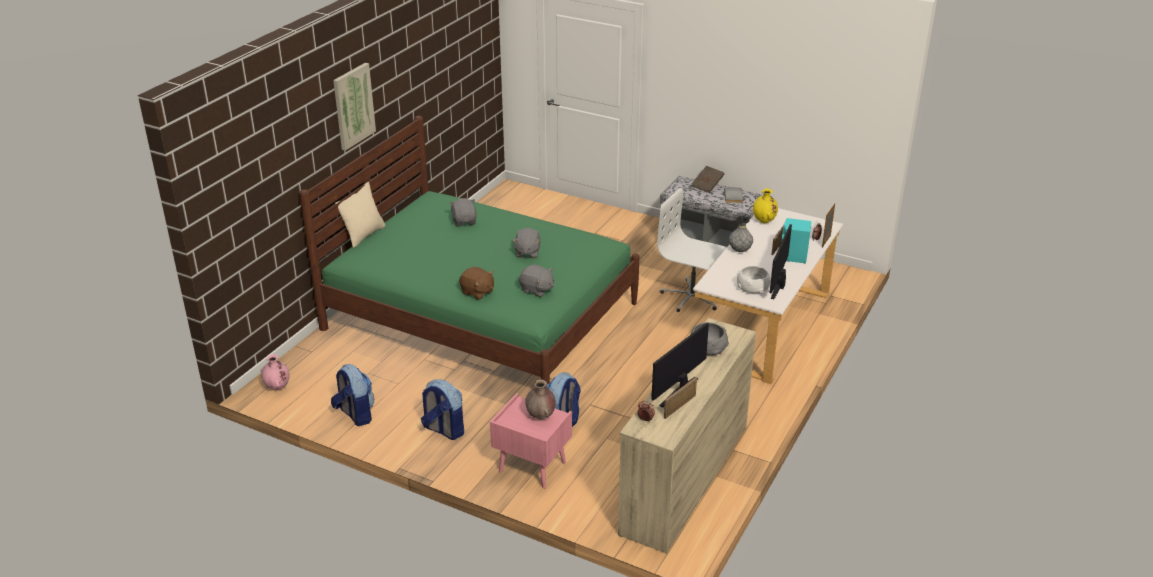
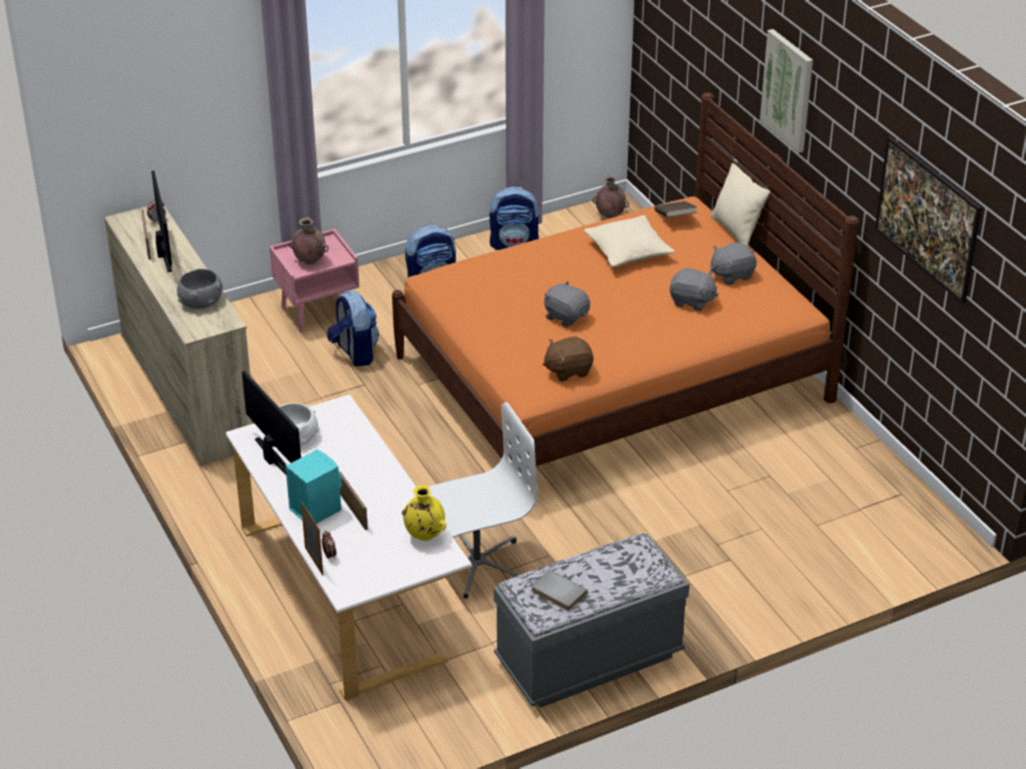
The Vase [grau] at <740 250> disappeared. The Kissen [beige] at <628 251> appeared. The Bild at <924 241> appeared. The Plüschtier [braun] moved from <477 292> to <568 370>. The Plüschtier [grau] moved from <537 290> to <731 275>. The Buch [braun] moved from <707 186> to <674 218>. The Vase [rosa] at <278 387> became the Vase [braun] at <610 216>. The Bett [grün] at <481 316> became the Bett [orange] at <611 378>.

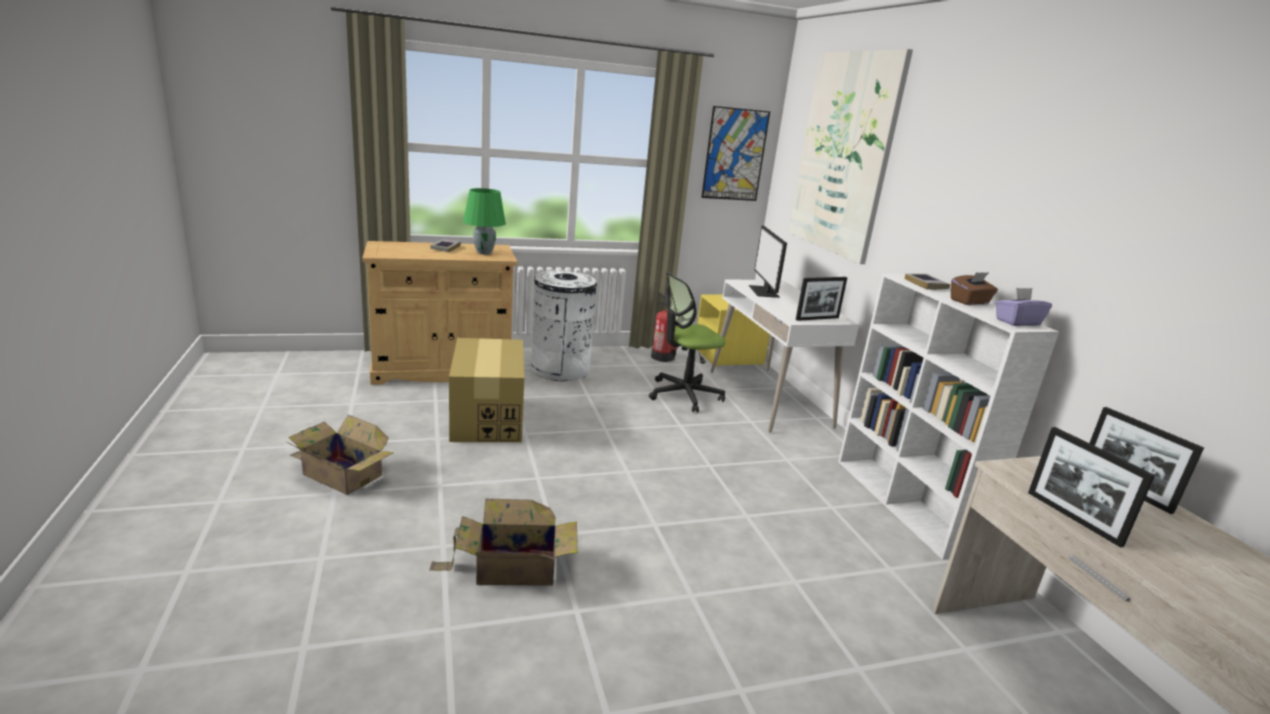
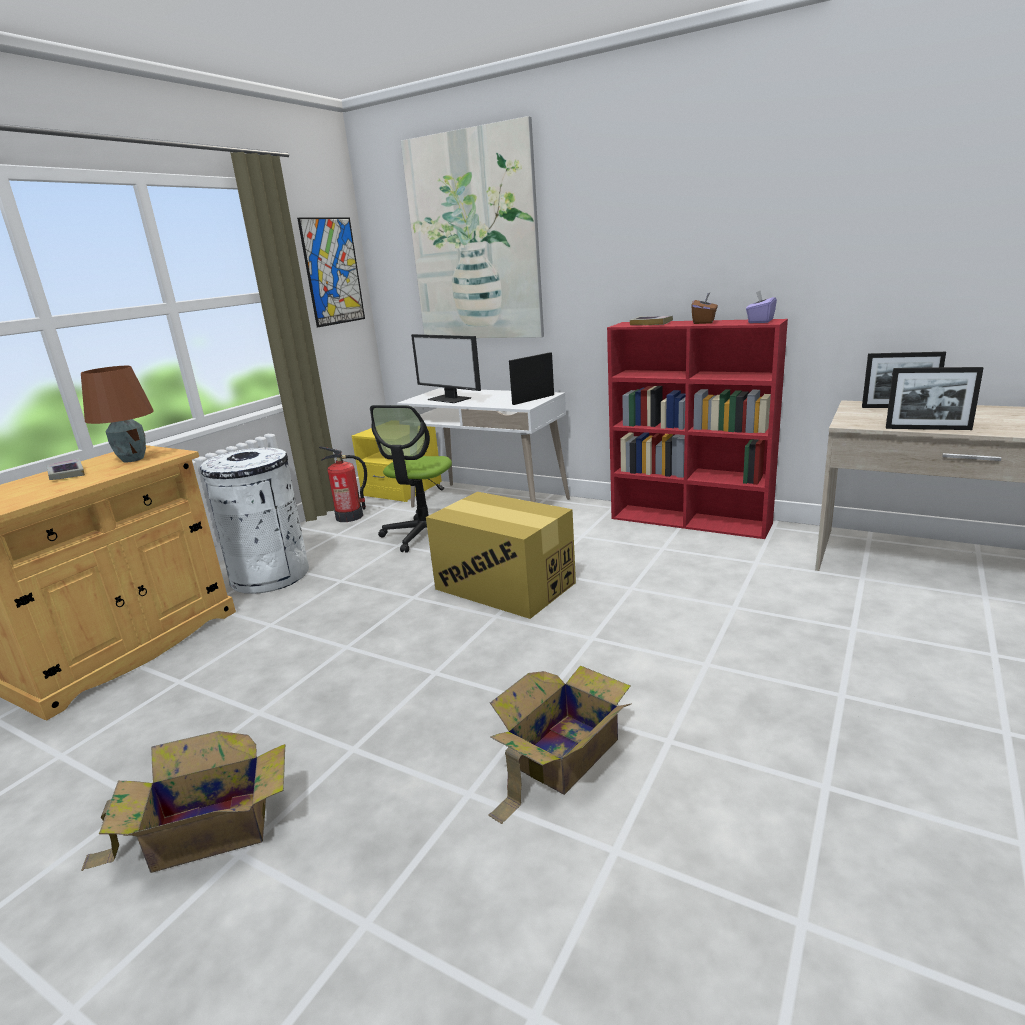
The Karton moved from <487 417> to <504 586>. The Tischlampe [grün] at <484 252> became the Tischlampe [braun] at <133 459>. The Bücherregal [weiß] at <904 504> became the Bücherregal [rot] at <691 521>. The Bilderrahmen at <817 318> turned 150 degrees counterclockwise.

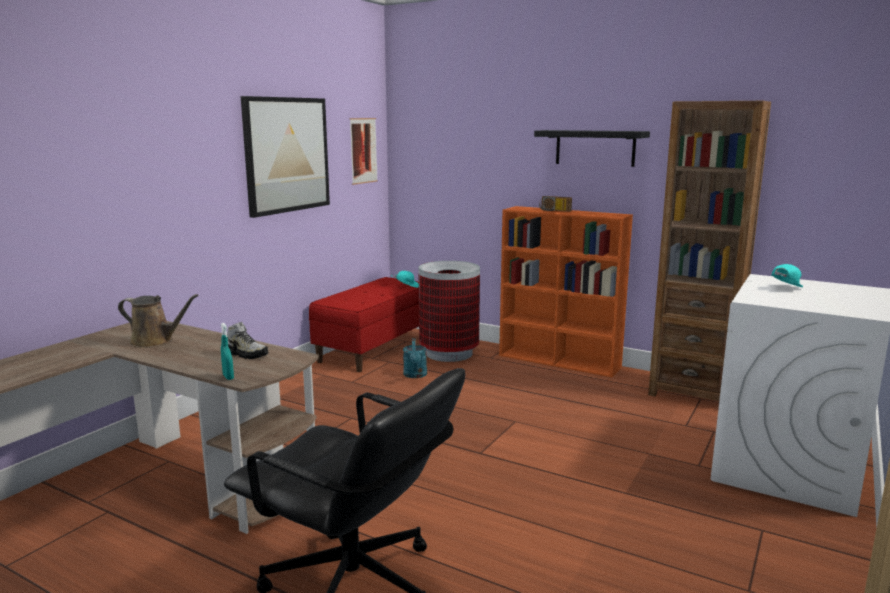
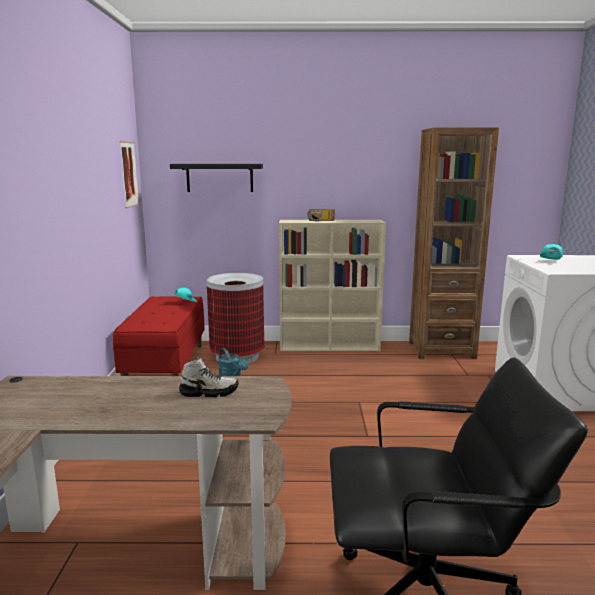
The Gießkanne [braun] at <155 341> disappeared. The Sprühflasche [türkis] at <228 377> disappeared. The Bild at <286 155> disappeared. The Wandregal [schwarz] moved from <595 148> to <219 177>. The Bücherregal [orange] at <560 361> became the Bücherregal [beige] at <330 346>.

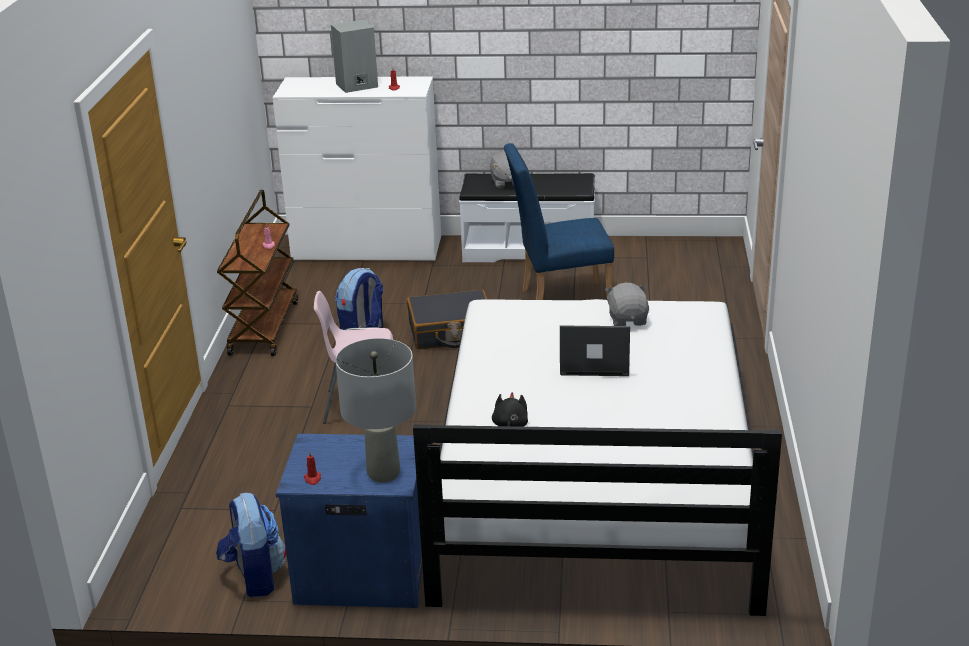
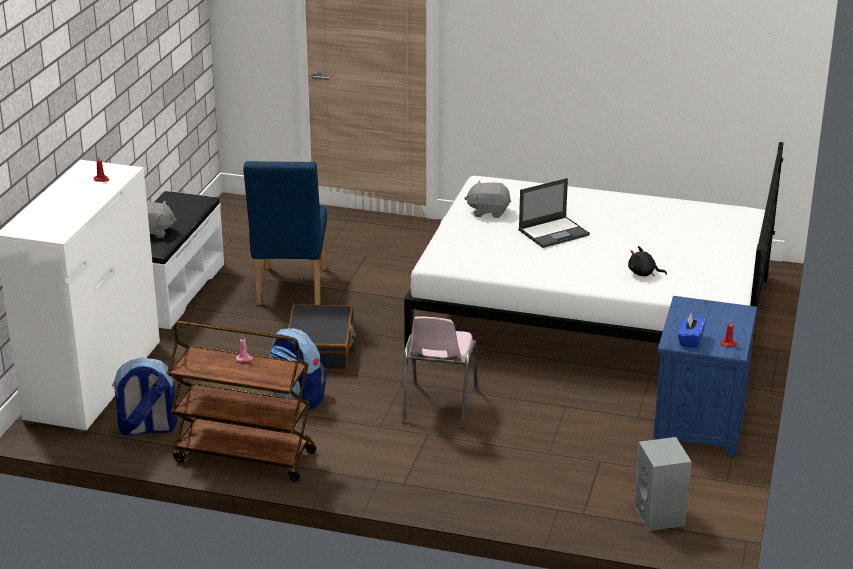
The Tischlampe [grau] at <384 473> disappeared. The Taschentuchbox [blau] at <690 340> appeared. The Rucksack moved from <254 577> to <147 429>. The Lautsprecher [grau] moved from <356 86> to <661 516>. The Laptop at <593 362> turned 135 degrees counterclockwise.

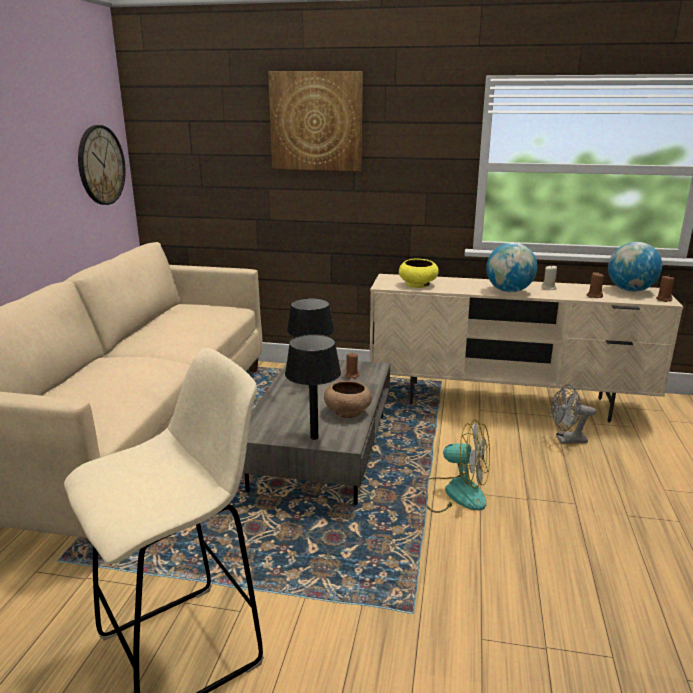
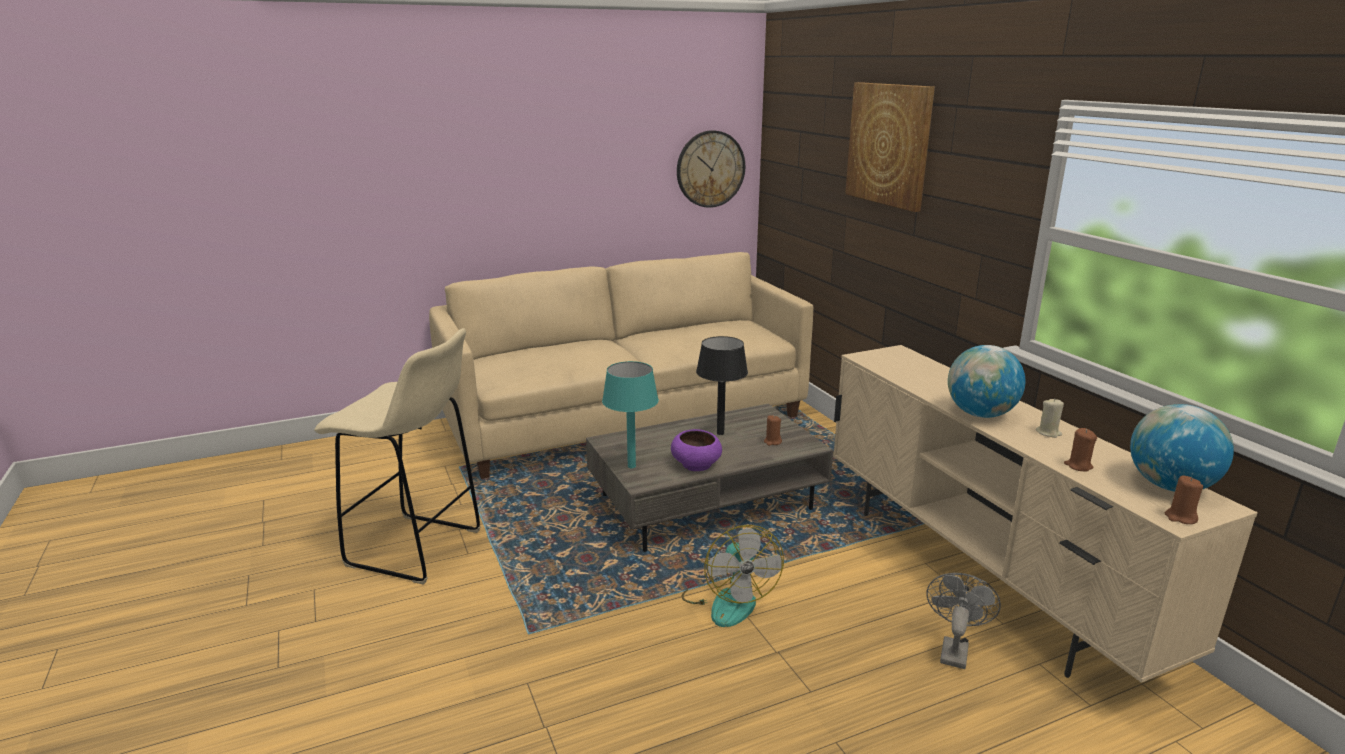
The Schüssel [gelb] at <418 285> disappeared. The Tischlampe [schwarz] at <314 437> became the Tischlampe [türkis] at <632 466>. The Schüssel [braun] at <347 412> became the Schüssel [lila] at <696 464>. The Ventilator [grau] at <566 440> turned 60 degrees clockwise.

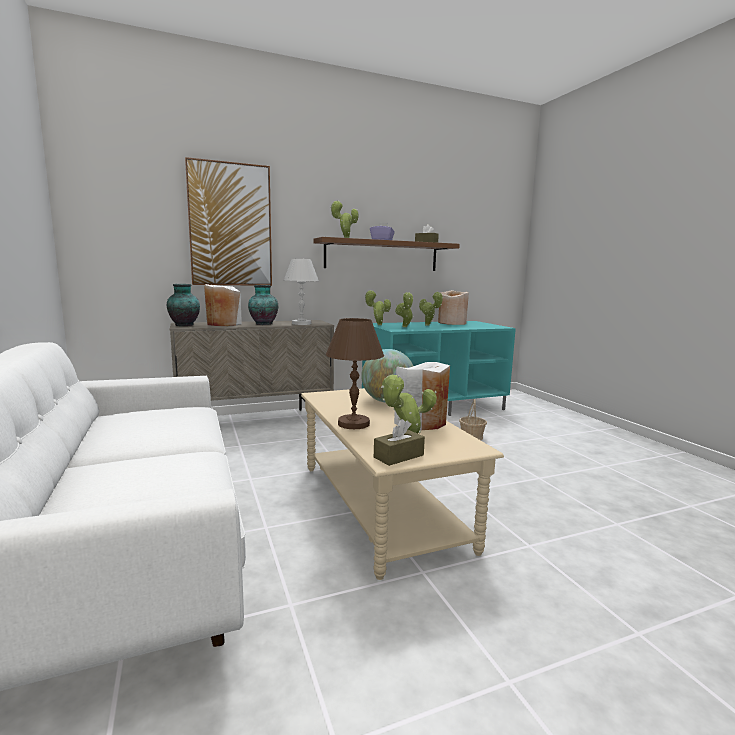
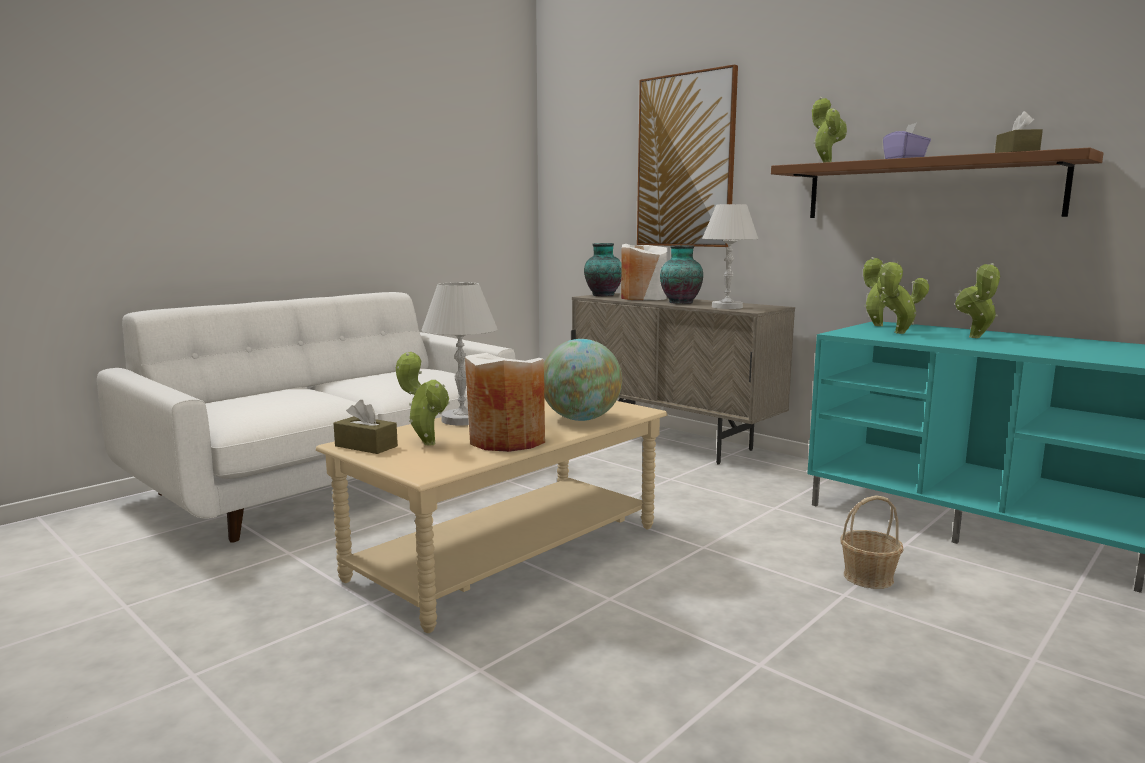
The Vase [beige] at <452 323> disappeared. The Tischlampe [braun] at <353 424> became the Tischlampe [weiß] at <461 420>.

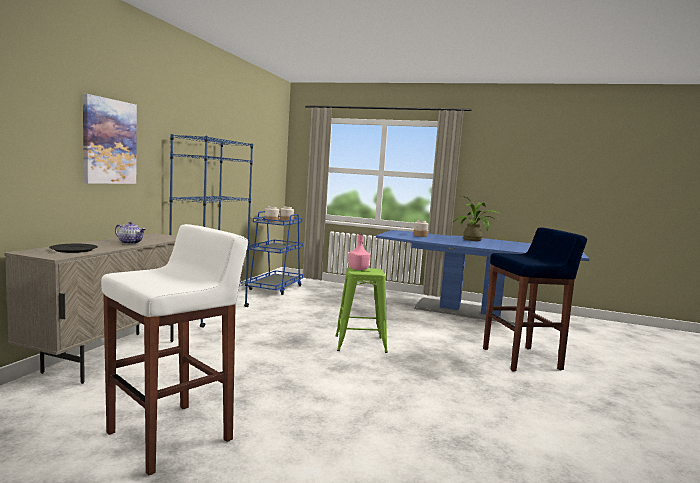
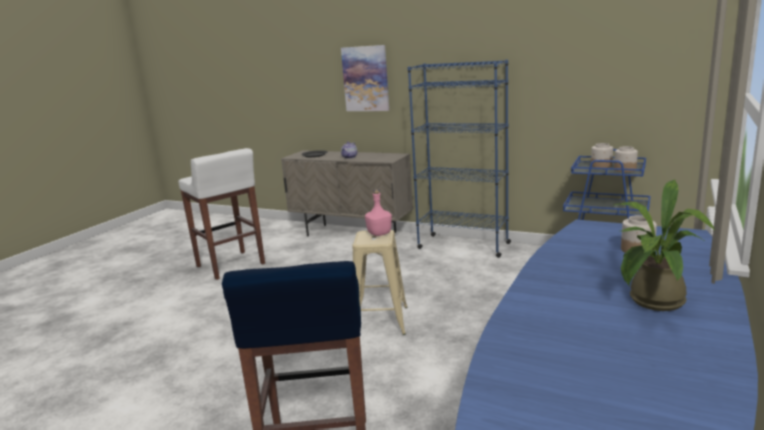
The Hocker [grün] at <359 344> became the Hocker [beige] at <380 320>.

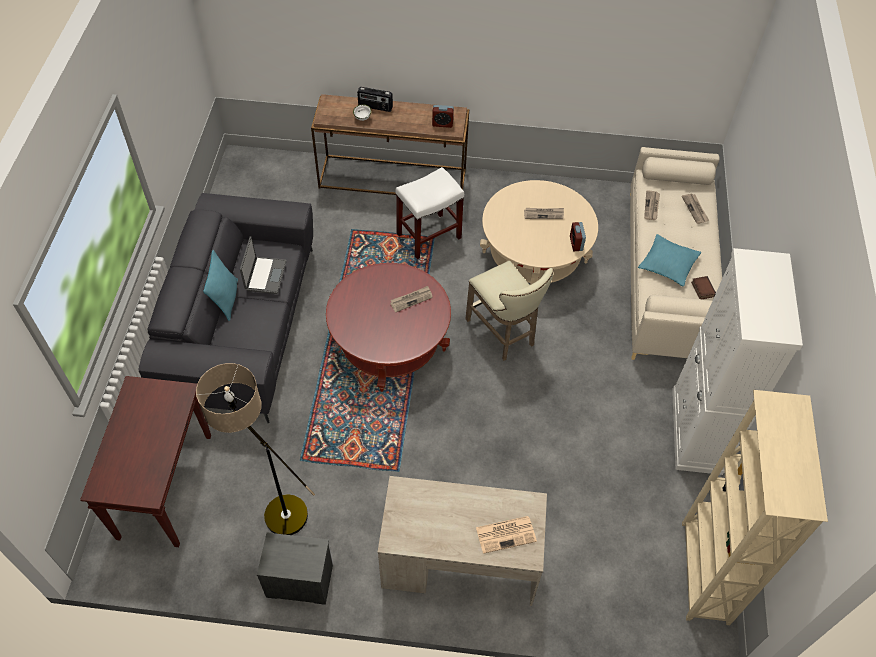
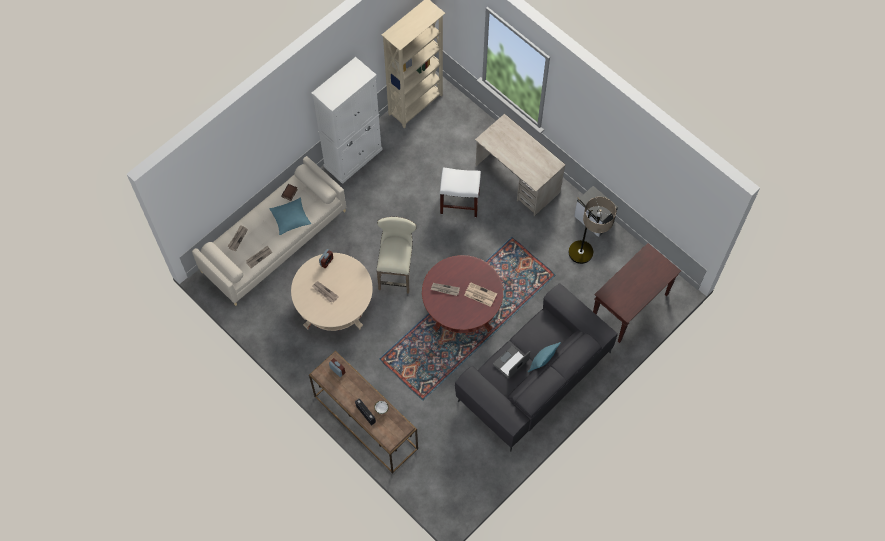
The Hocker [weiß] moved from <428 236> to <460 203>. The Zeitung moved from <506 534> to <480 294>.

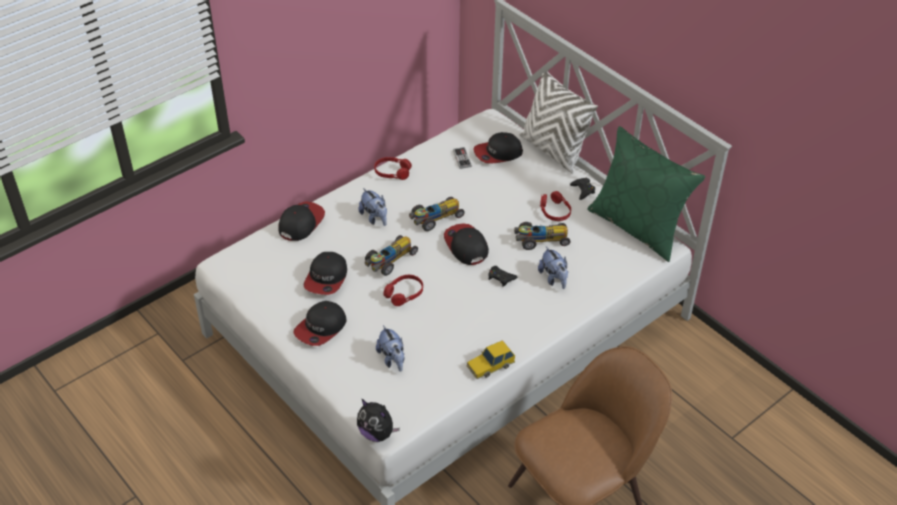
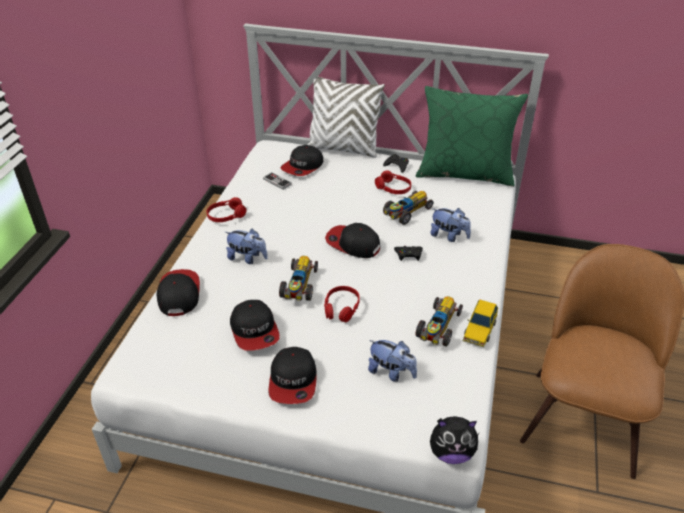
The Spielzeugauto moved from <435 218> to <438 328>.

